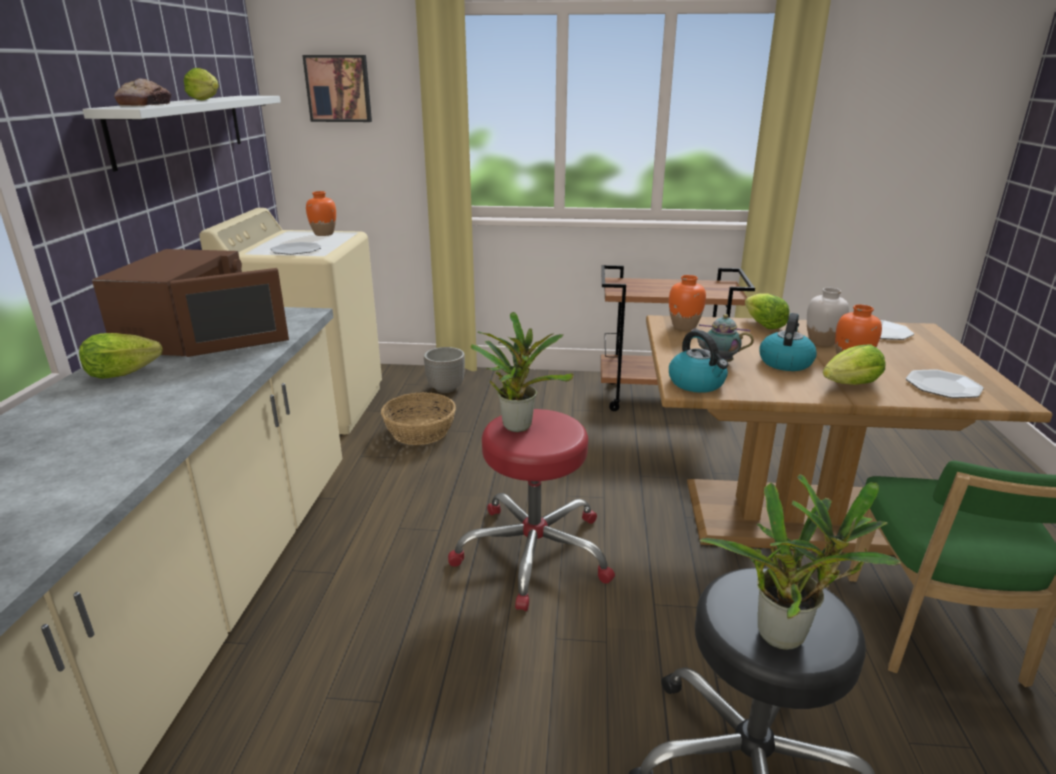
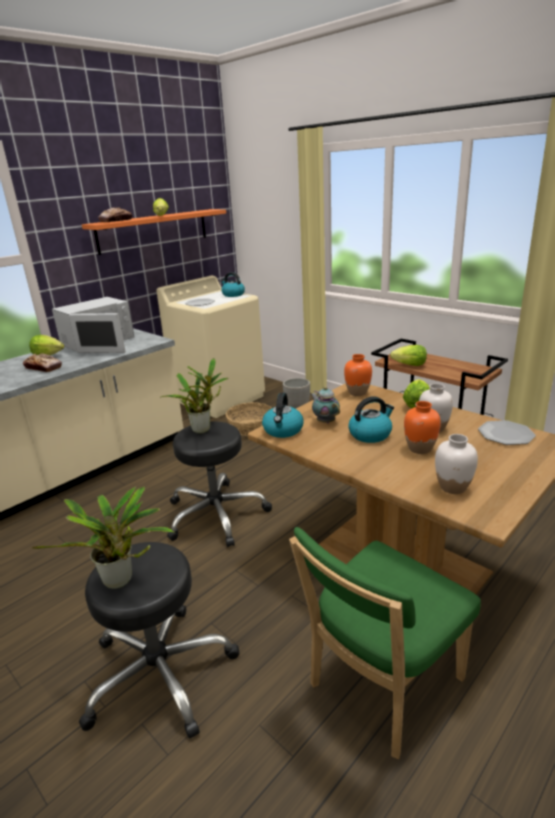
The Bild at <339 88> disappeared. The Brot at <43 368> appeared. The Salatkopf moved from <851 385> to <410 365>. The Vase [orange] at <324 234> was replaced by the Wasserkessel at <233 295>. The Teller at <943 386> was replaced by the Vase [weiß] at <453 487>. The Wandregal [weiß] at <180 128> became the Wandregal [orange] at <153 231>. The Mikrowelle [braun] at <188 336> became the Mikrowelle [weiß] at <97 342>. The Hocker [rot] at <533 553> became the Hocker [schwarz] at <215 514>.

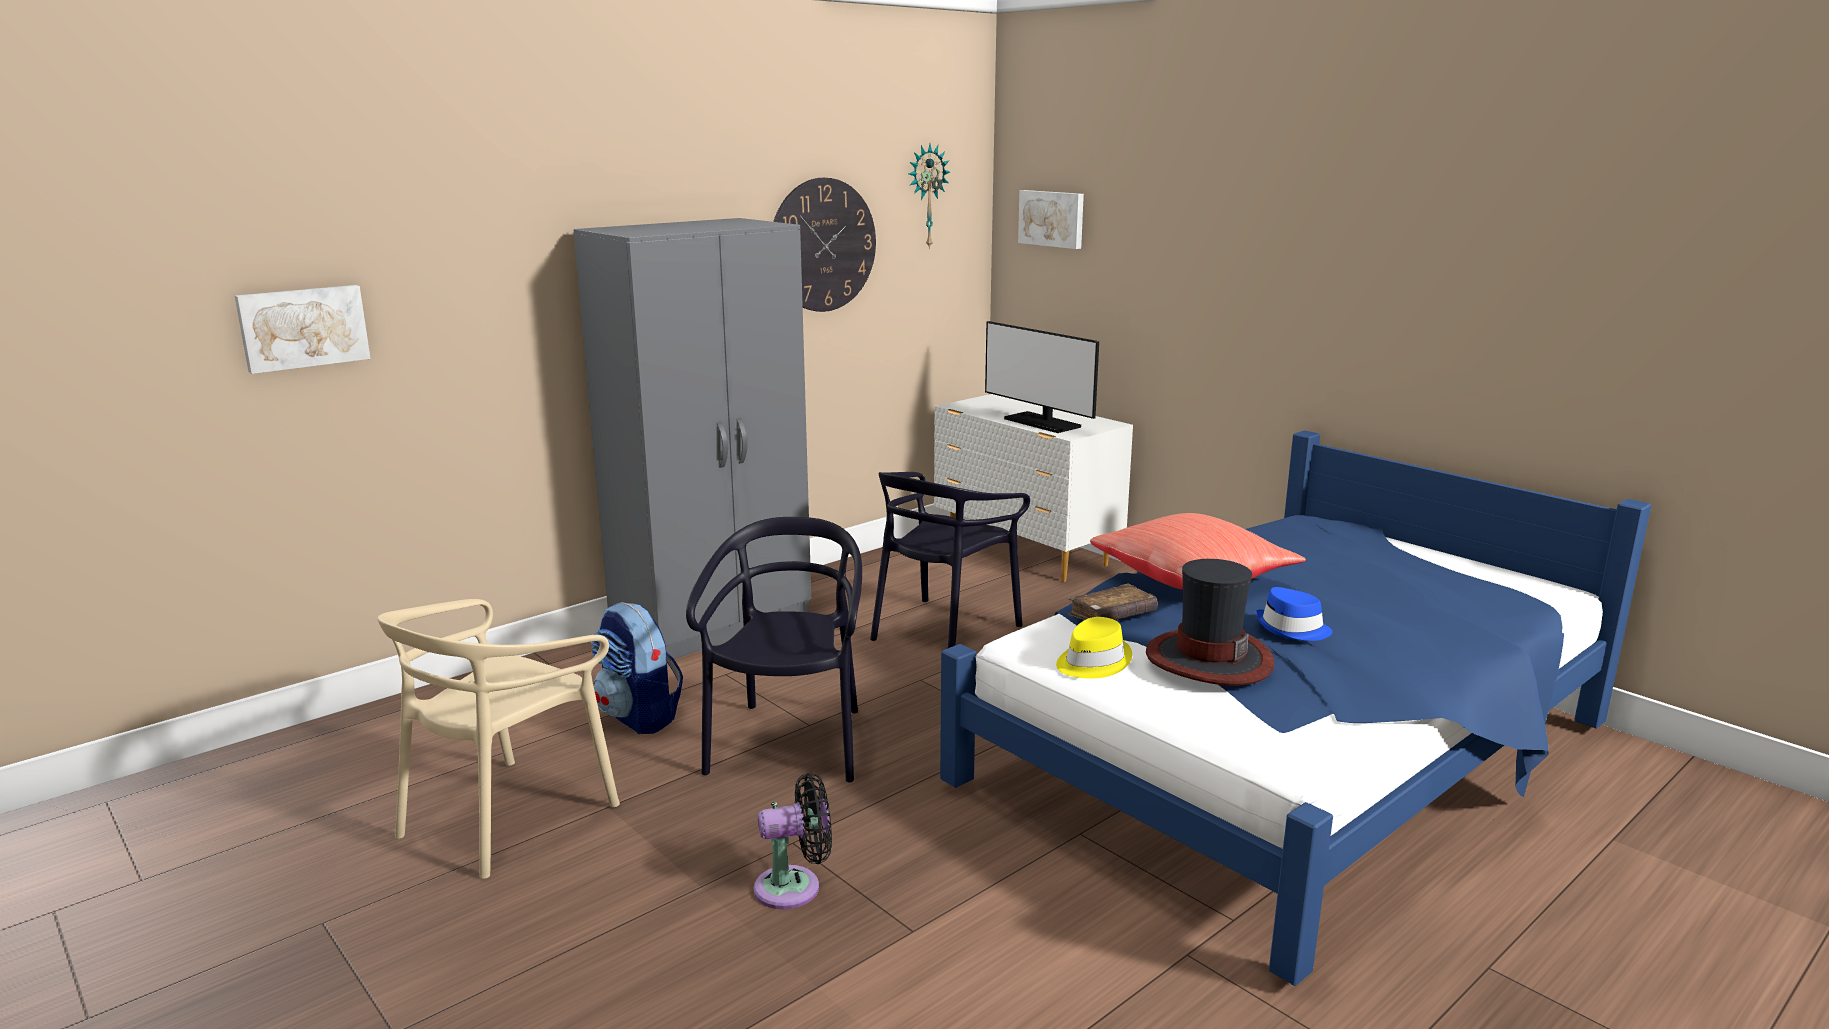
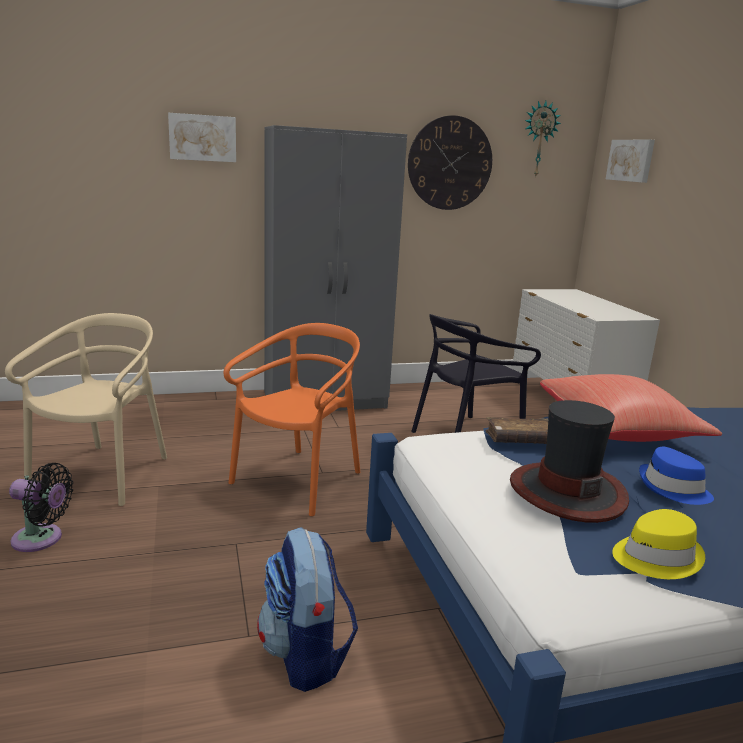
The Monitor at <1042 423> disappeared. The Bild moved from <303 327> to <202 138>. The Rucksack moved from <639 717> to <306 655>. The Ventilator [schwarz] moved from <794 887> to <41 539>. The Hut [gelb] moved from <1092 662> to <655 557>. The Stuhl [schwarz] at <790 744> became the Stuhl [orange] at <298 480>. The Stuhl [beige] at <507 816> turned 135 degrees clockwise.

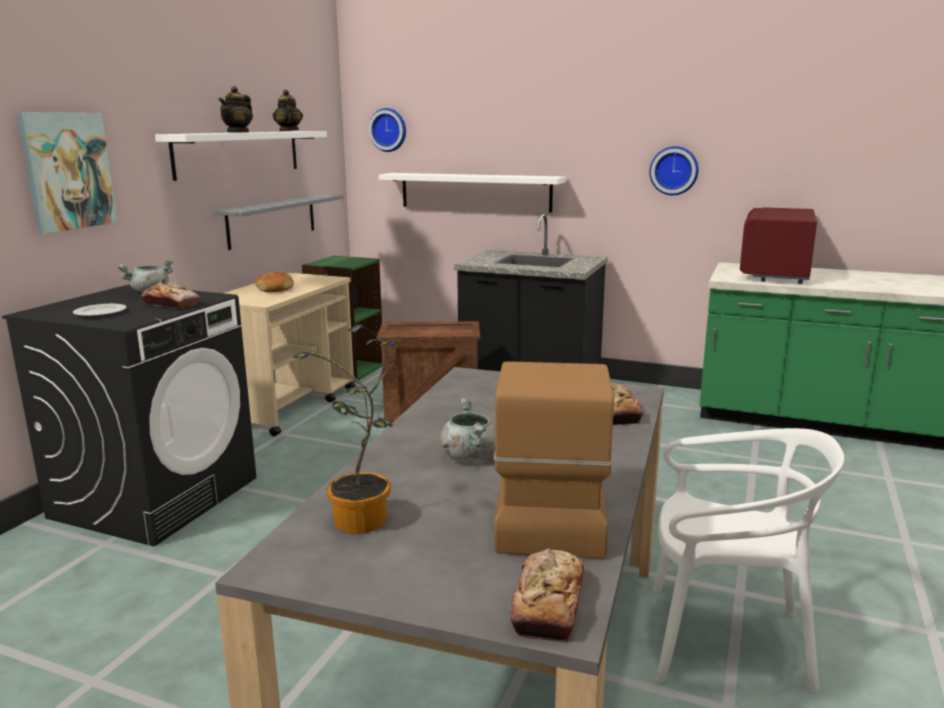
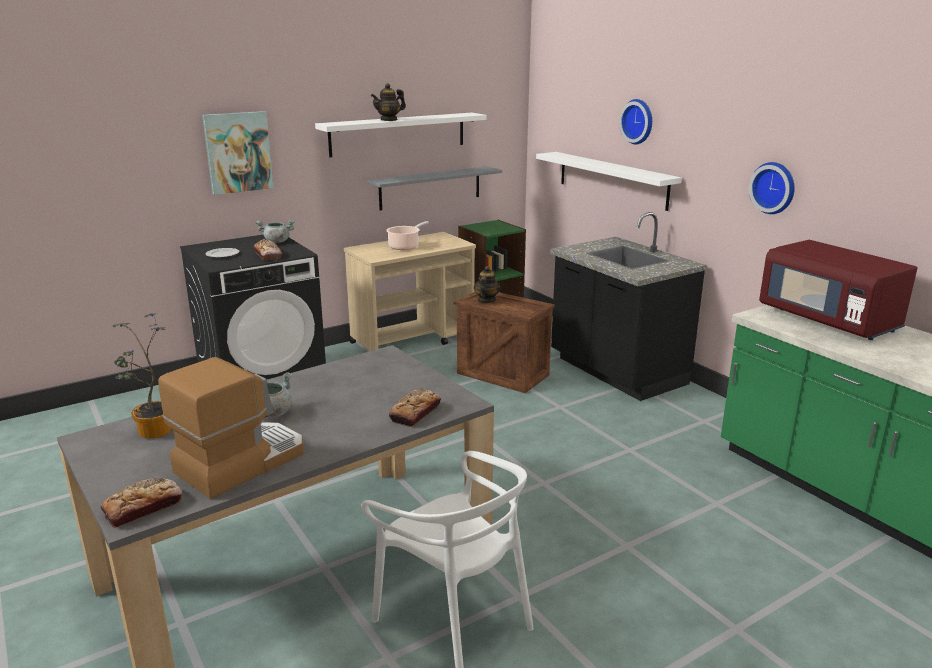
The Teekanne moved from <288 131> to <486 300>. The Wanduhr moved from <389 130> to <638 121>. The Brot at <275 289> was replaced by the Kochtopf at <405 246>. The Mikrowelle [rot] at <775 273> turned 90 degrees counterclockwise.

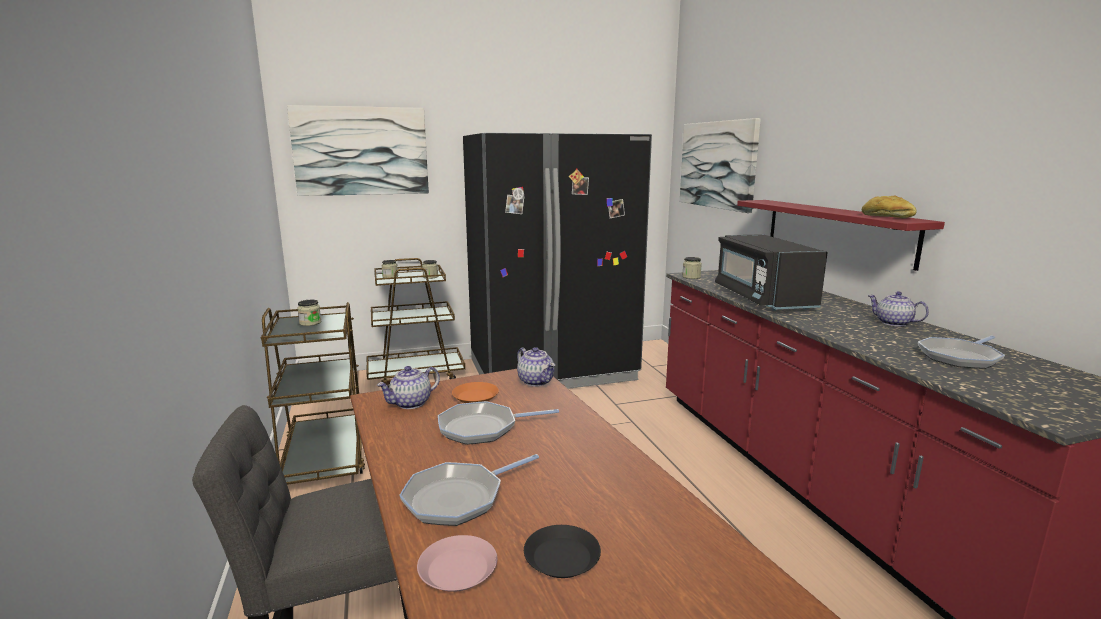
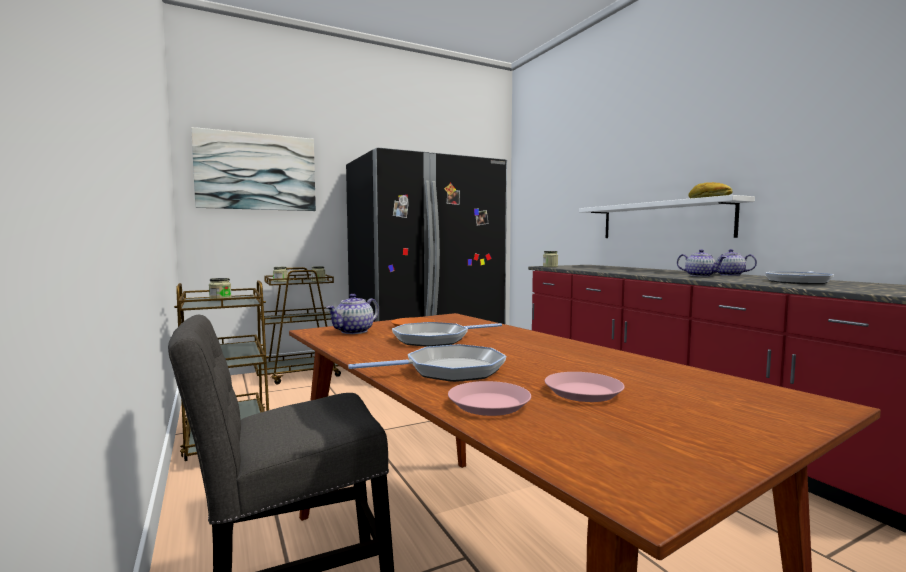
The Bild at <717 164> disappeared. The Mikrowelle [schwarz] at <762 298> disappeared. The Teekanne moved from <536 381> to <700 276>. The Teller [schwarz] at <561 558> became the Teller [rosa] at <583 392>. The Wandregal [rot] at <836 230> became the Wandregal [weiß] at <663 220>. The Pfanne at <458 498> turned 150 degrees counterclockwise.

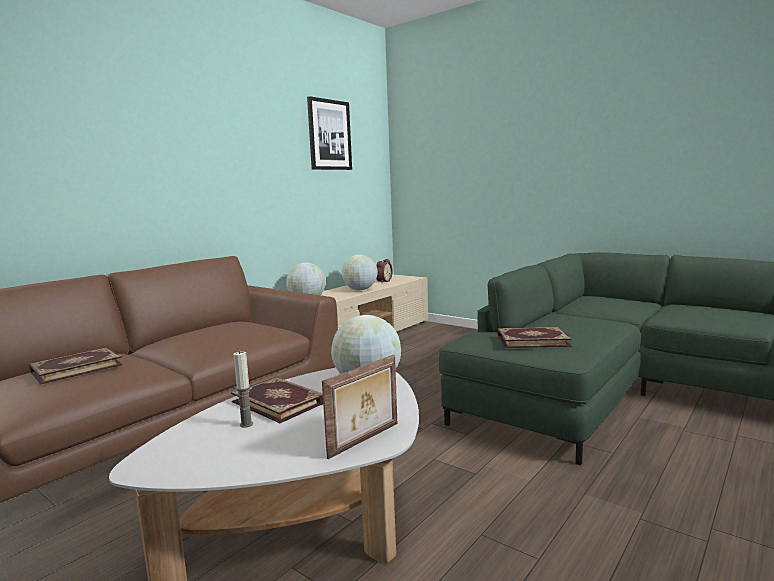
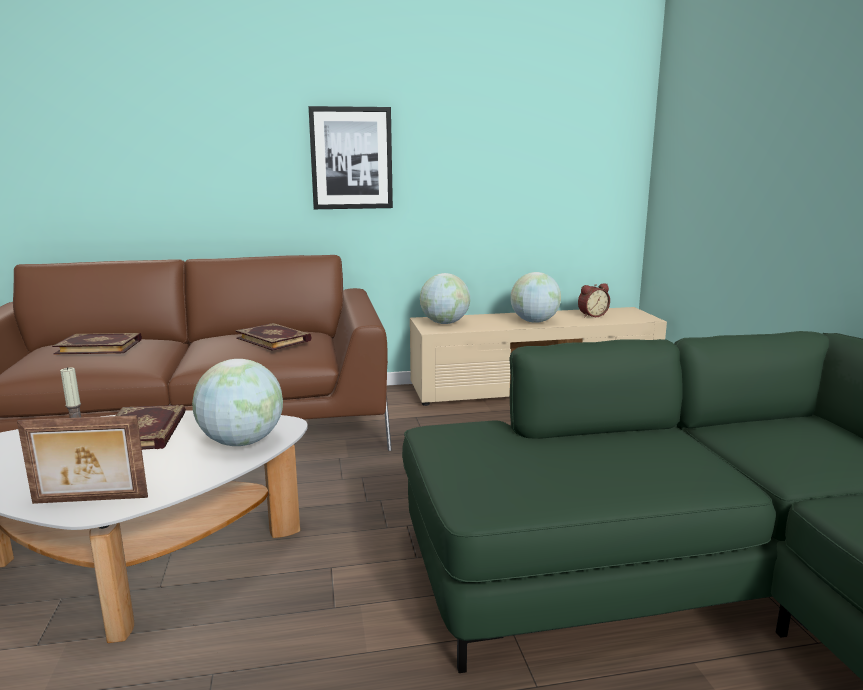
The Bild moved from <329 135> to <351 158>. The Buch moved from <532 340> to <274 339>.

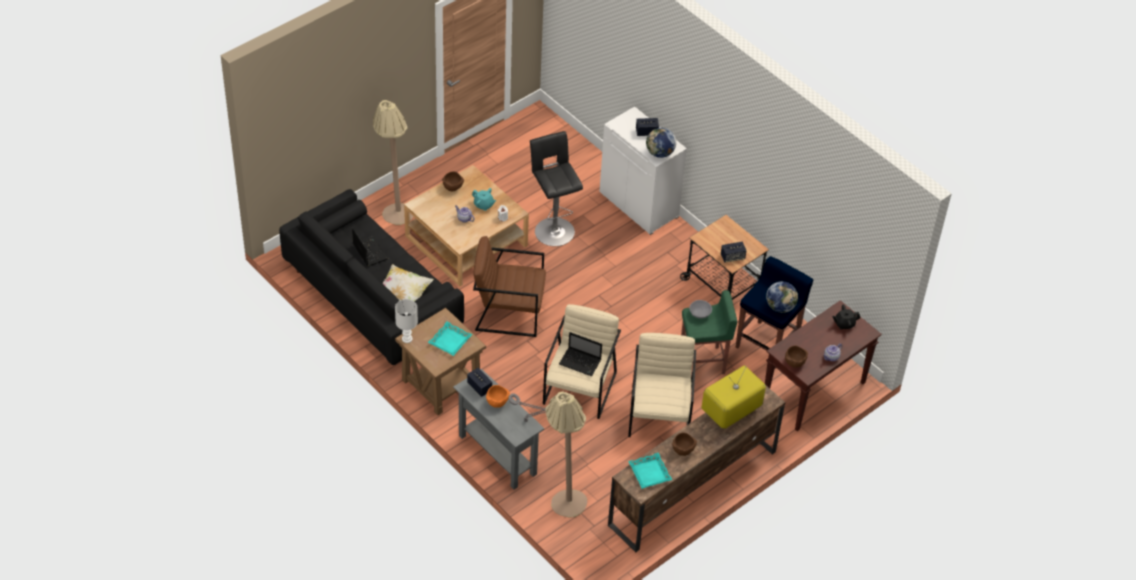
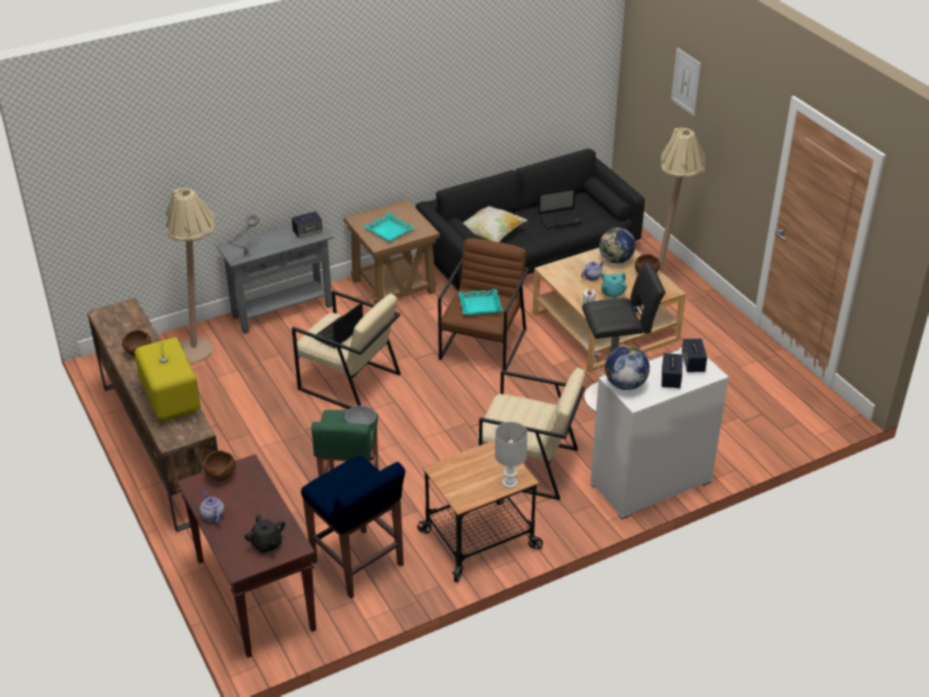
The Schüssel [orange] at <497 402> disappeared. The Bild at <686 81> appeared. The Tischlampe [weiß] moved from <407 338> to <510 483>. The Sessel [beige] moved from <660 414> to <528 465>. The Tablett [türkis] moved from <650 473> to <480 305>. The Lautsprecher moved from <732 257> to <693 364>. The Globus moved from <780 307> to <616 260>. The Teekanne [schwarz] at <844 324> turned 150 degrees clockwise.

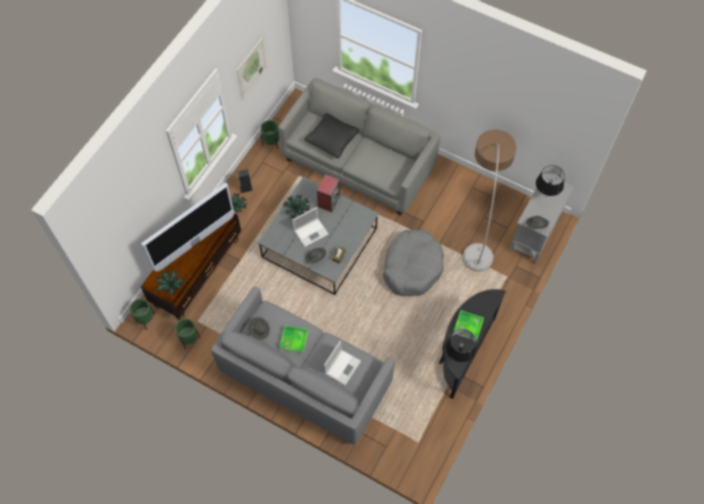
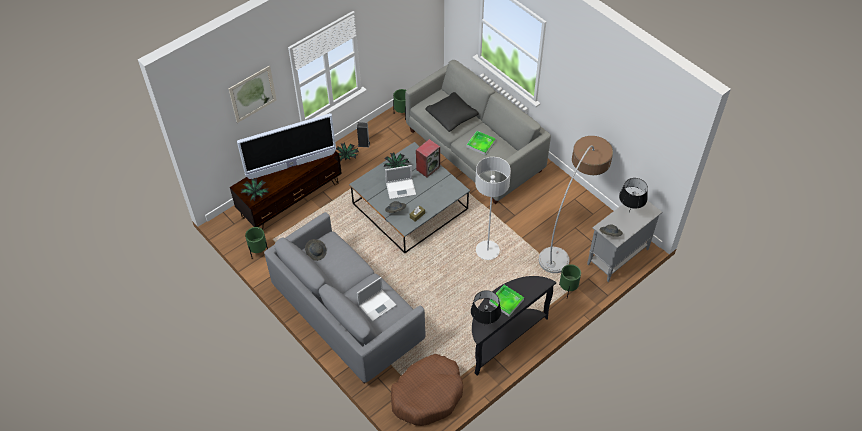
The Hundebett [braun] at <427 394> appeared. The Pflanzkübel [grün] moved from <145 320> to <567 289>. The Bild moved from <252 68> to <252 94>. The Tablett moved from <293 340> to <481 144>. The Hundebett [grau] at <412 267> was replaced by the Stehlampe [grau] at <487 251>.

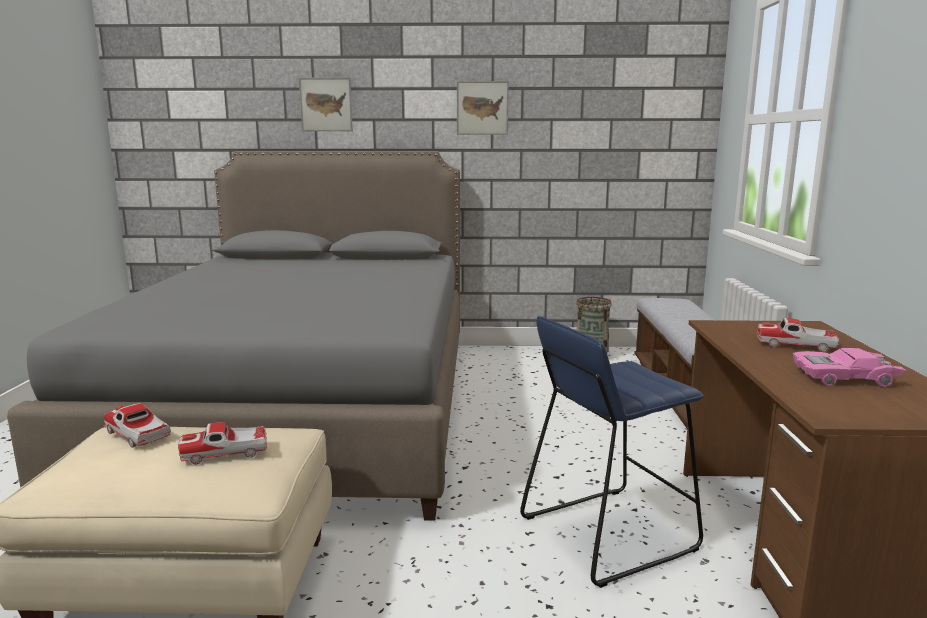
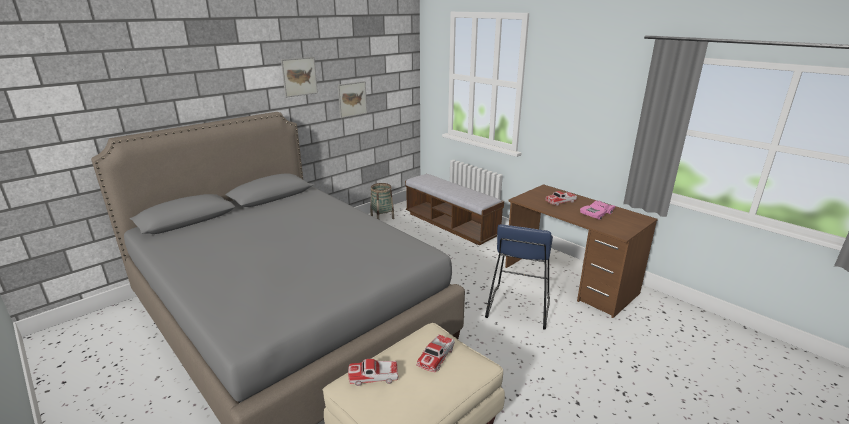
The Bild moved from <326 104> to <352 99>.

